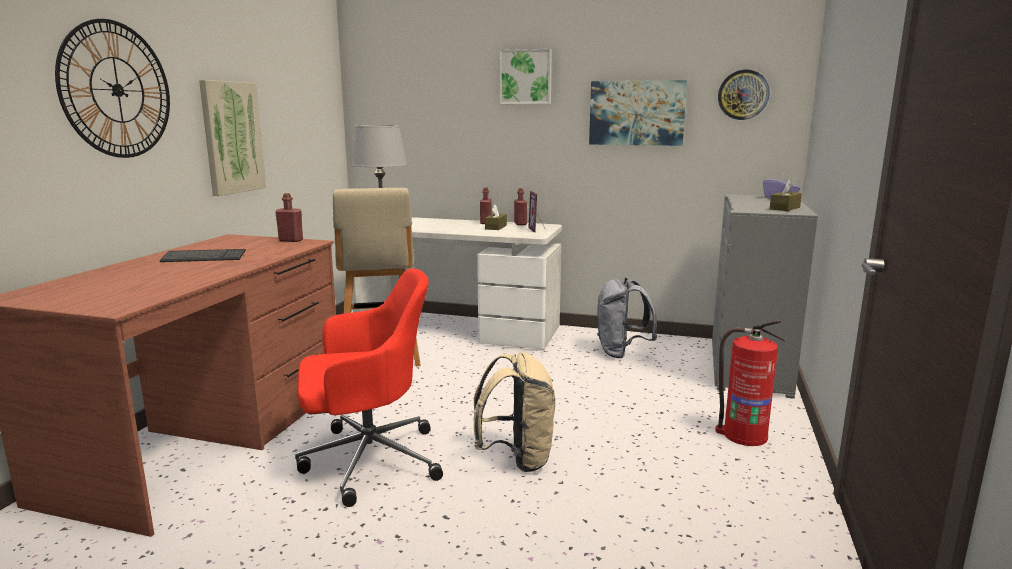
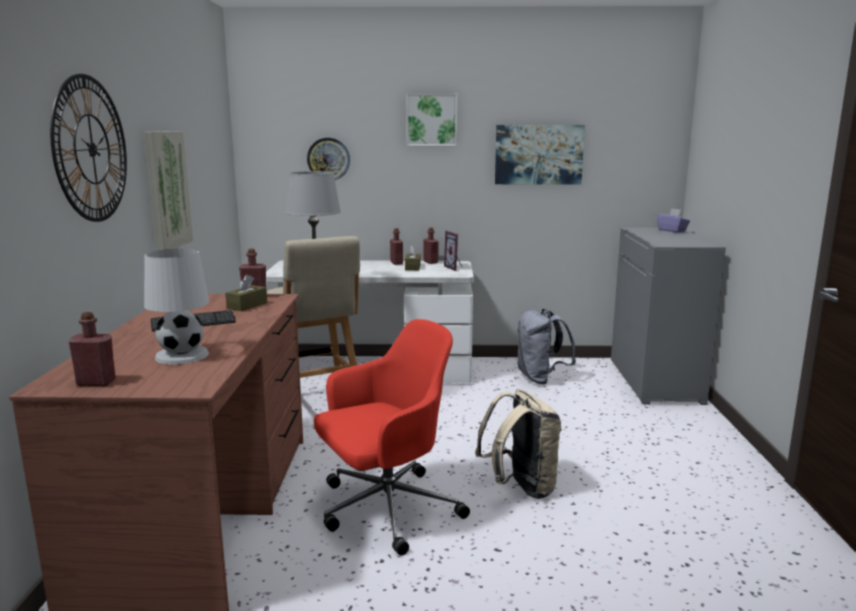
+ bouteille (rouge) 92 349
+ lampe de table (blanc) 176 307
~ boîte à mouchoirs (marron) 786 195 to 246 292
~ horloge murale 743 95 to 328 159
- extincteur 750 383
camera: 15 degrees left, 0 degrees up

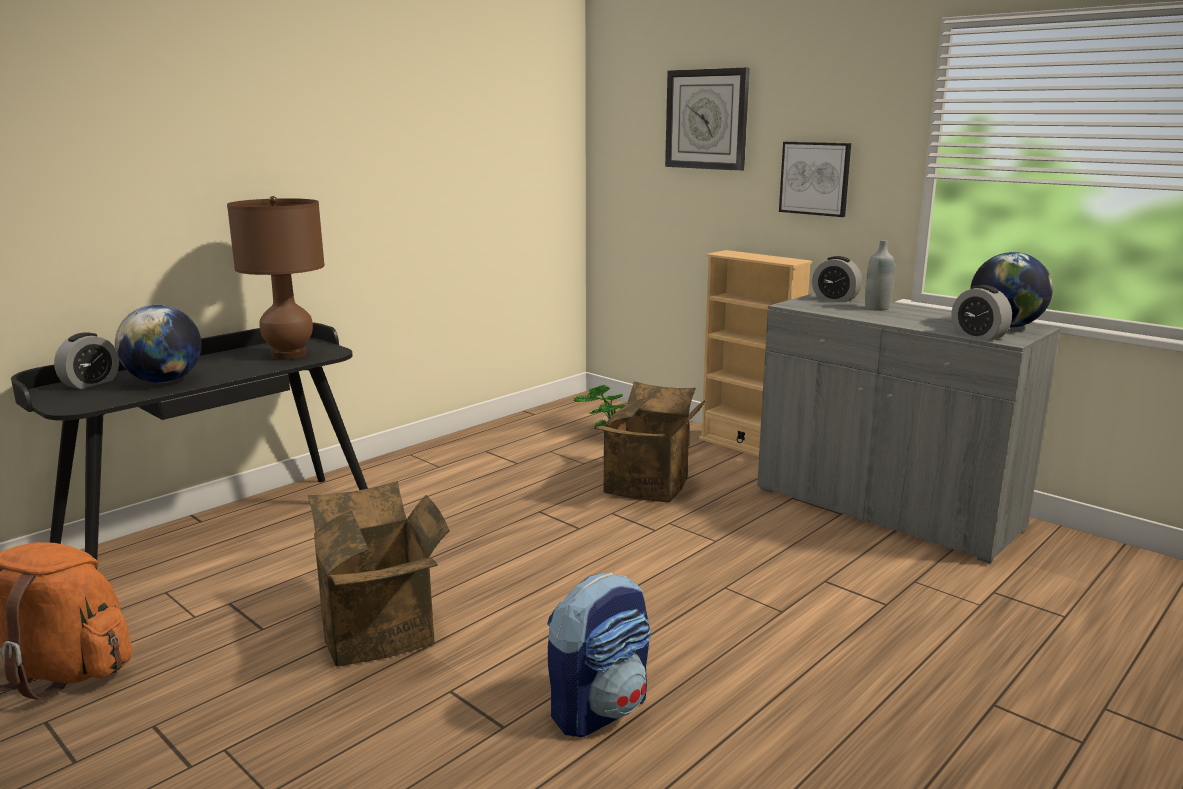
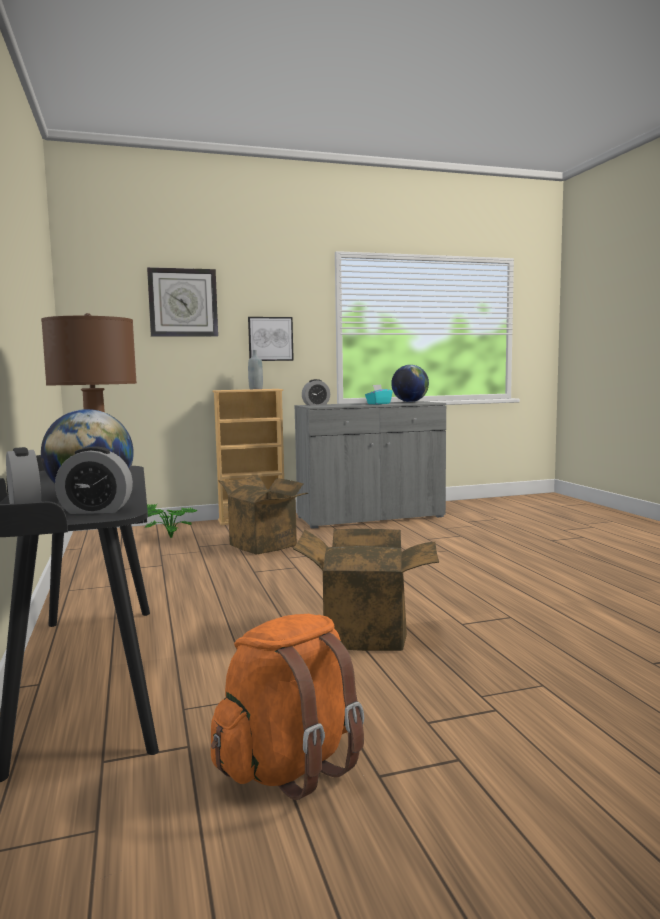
~ réveil 981 313 to 94 480
~ bouteille (gris) 879 275 to 255 369
+ boîte à mouchoirs (turquoise) 379 394
- sac à dos 599 655
camera: 60 degrees left, 10 degrees down

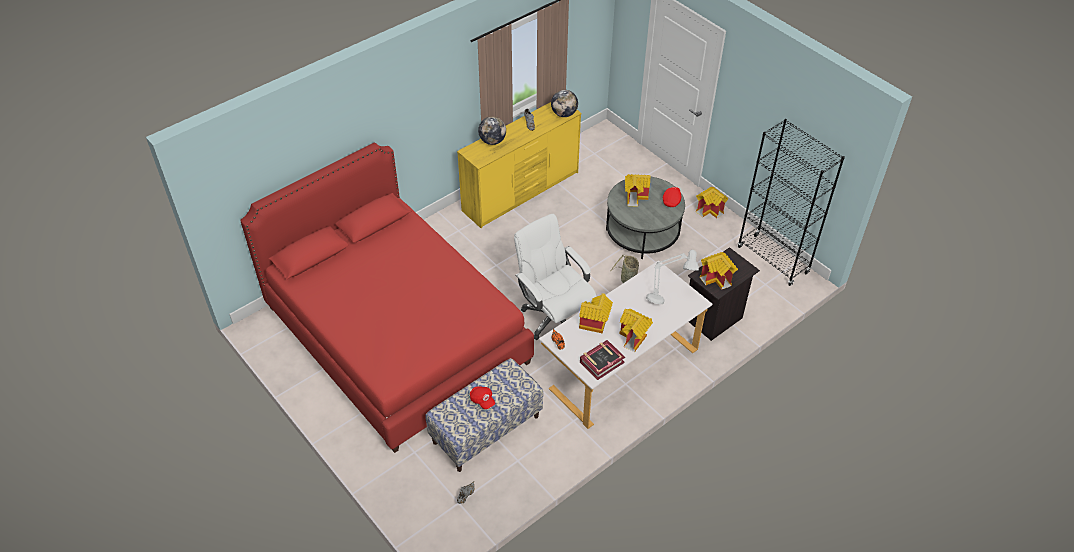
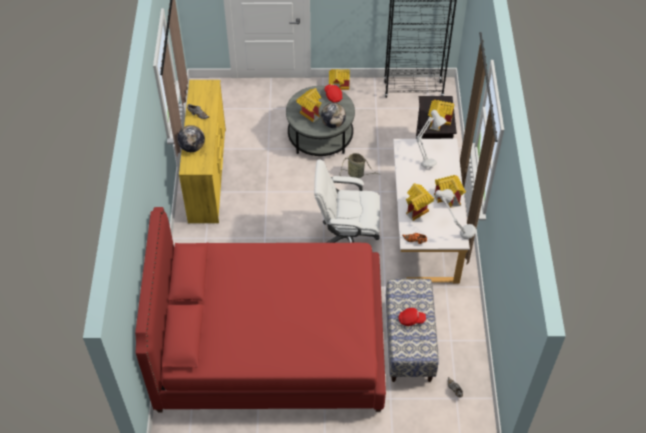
~ globe 564 103 to 333 115
~ livre 602 360 to lampe de table (gris) 455 214
camera: 50 degrees left, 5 degrees up

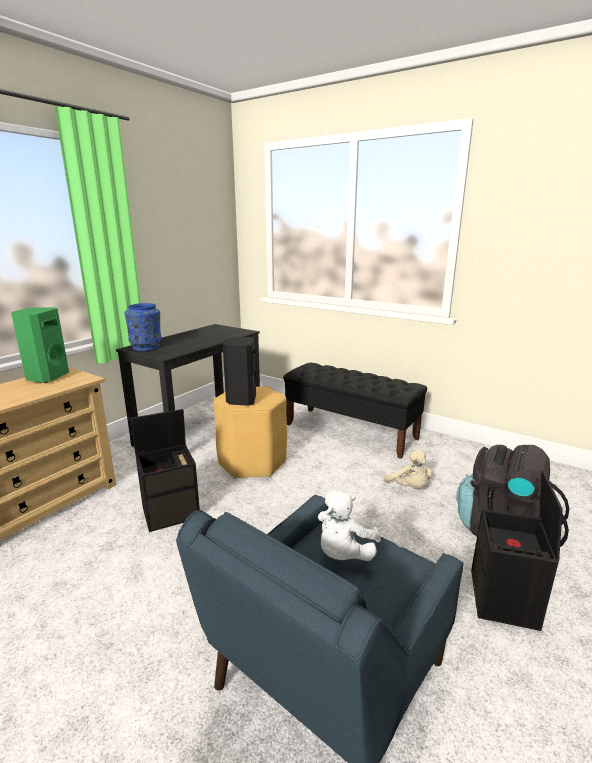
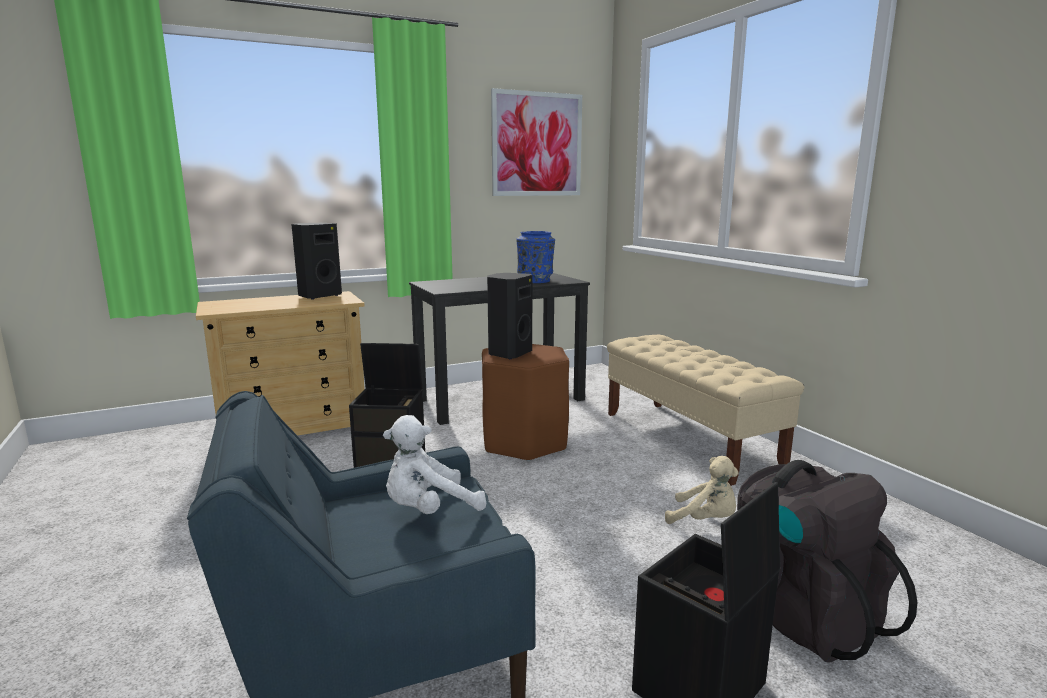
~ enceinte (vert) 40 345 to enceinte (noir) 316 261
~ tabouret (jaune) 250 432 to tabouret (marron) 525 402
+ tableau 536 142
~ vase (bleu) 143 327 to 535 257
~ banc (noir) 355 411 to banc (beige) 705 410
~ peluche (beige) 408 468 = 702 490 60 degrees counterclockwise
camera: 30 degrees right, 5 degrees down

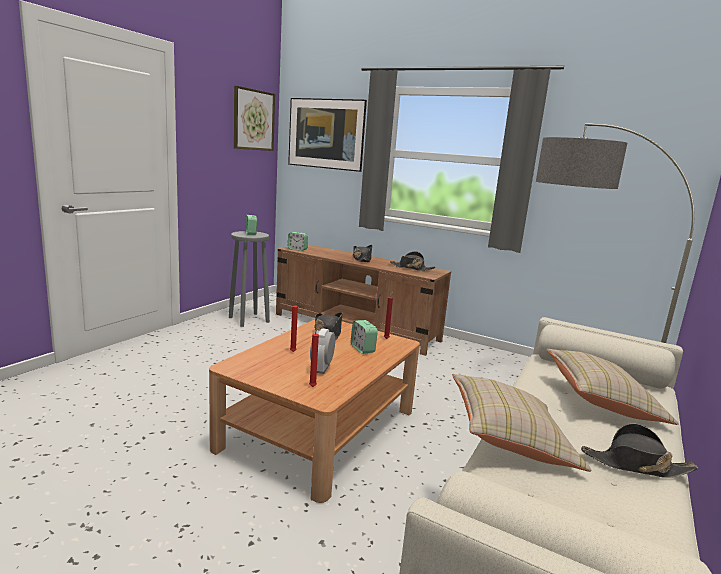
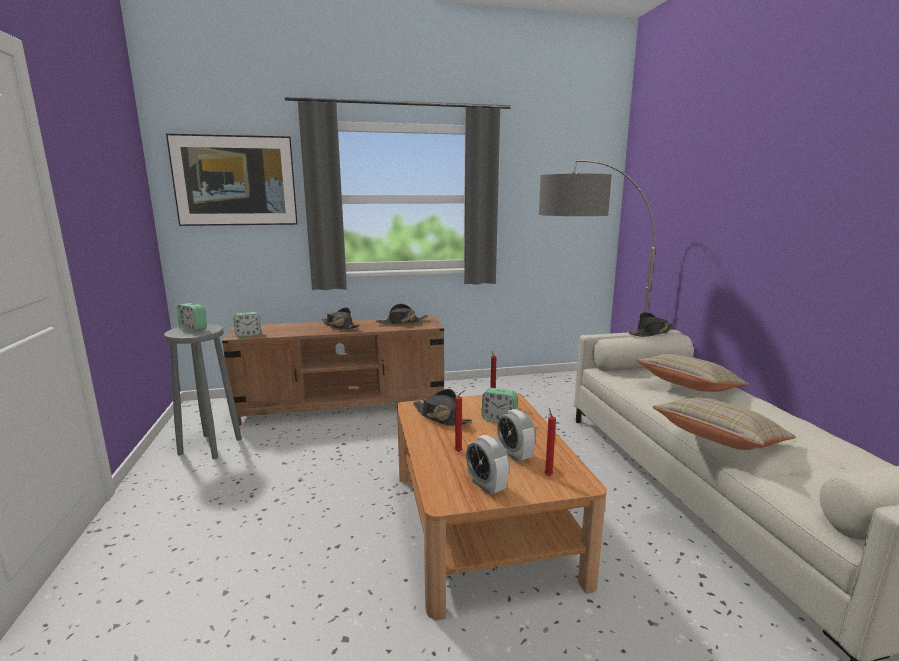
+ réveil 487 465
~ chapeau (noir) 639 450 to 651 324
- tableau 254 118
camera: 40 degrees left, 0 degrees up

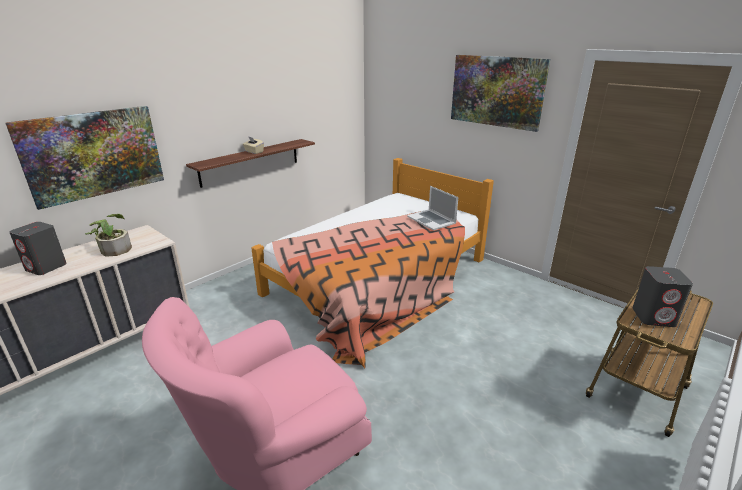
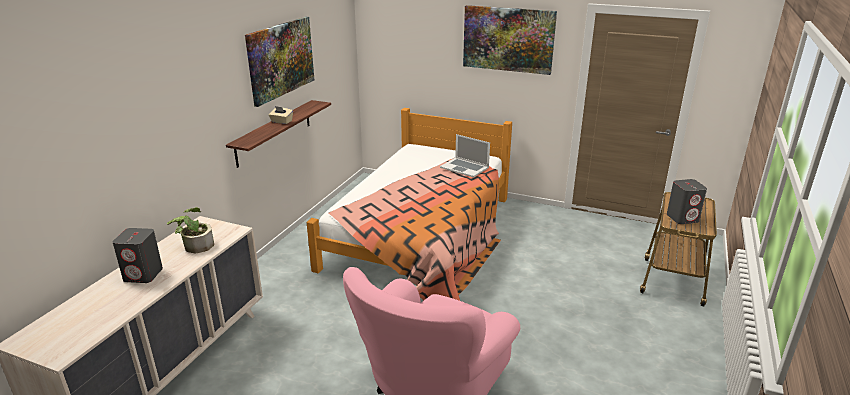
~ tableau 84 158 to 279 62
camera: 20 degrees left, 0 degrees up

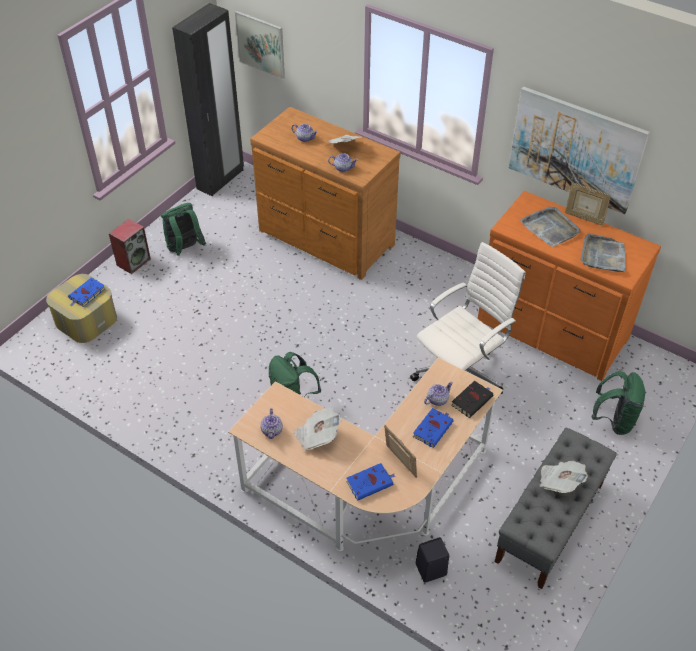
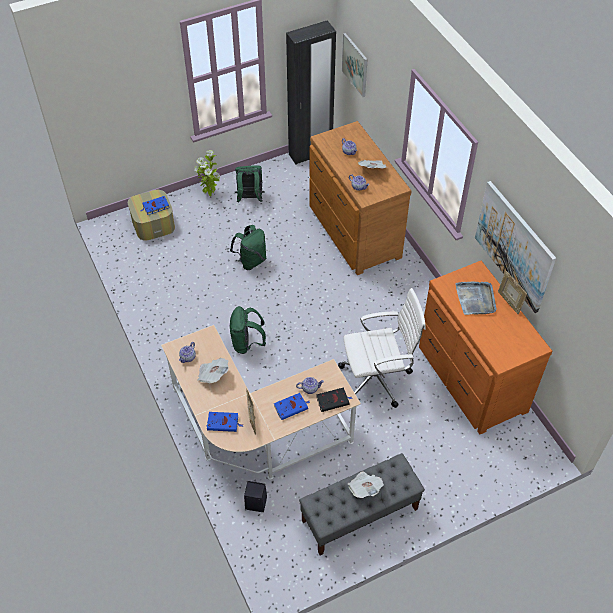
~ enceinte 130 246 to plante en pot 207 173
~ sac à dos (vert) 619 403 to 248 247
- plateau (gris) 603 253
camera: 30 degrees right, 5 degrees up

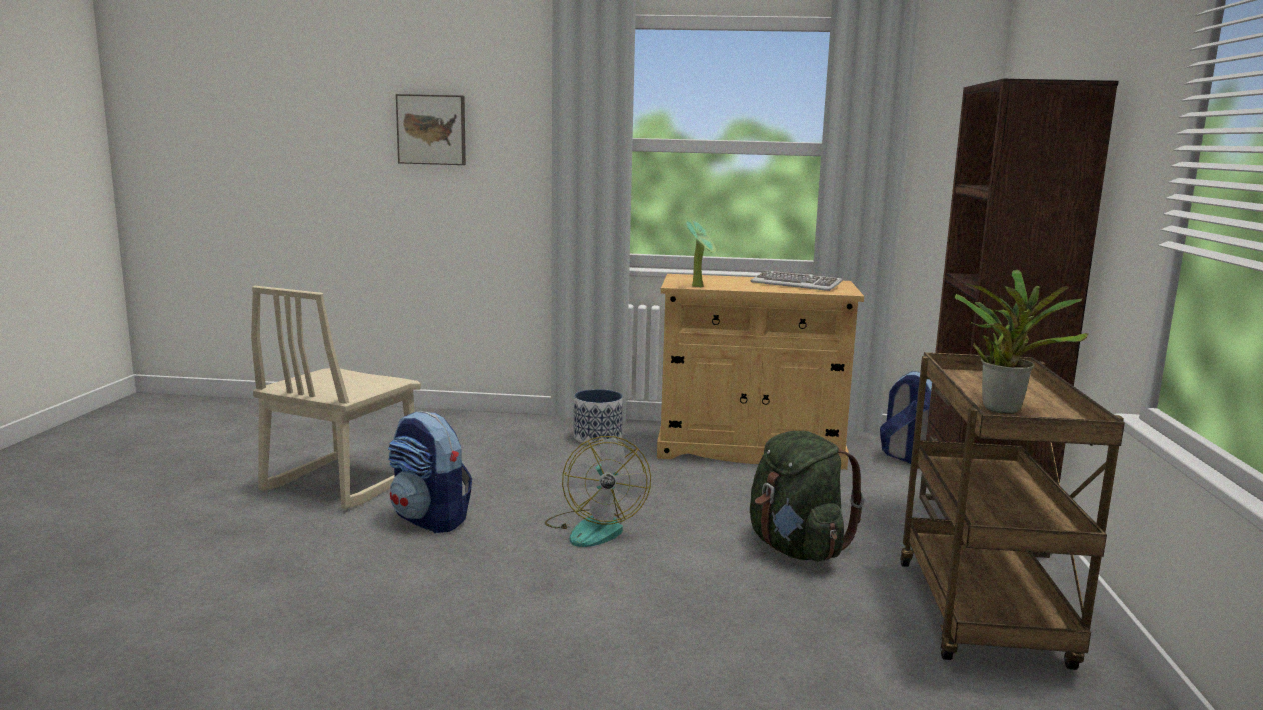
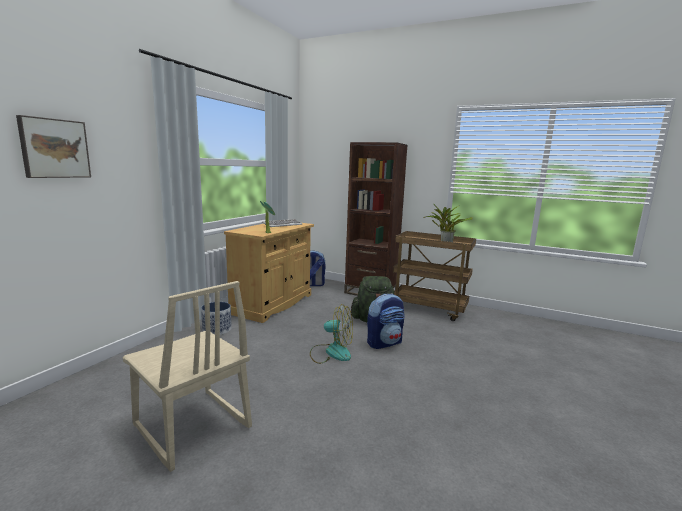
~ sac à dos 430 472 to 386 321
camera: 70 degrees left, 0 degrees up

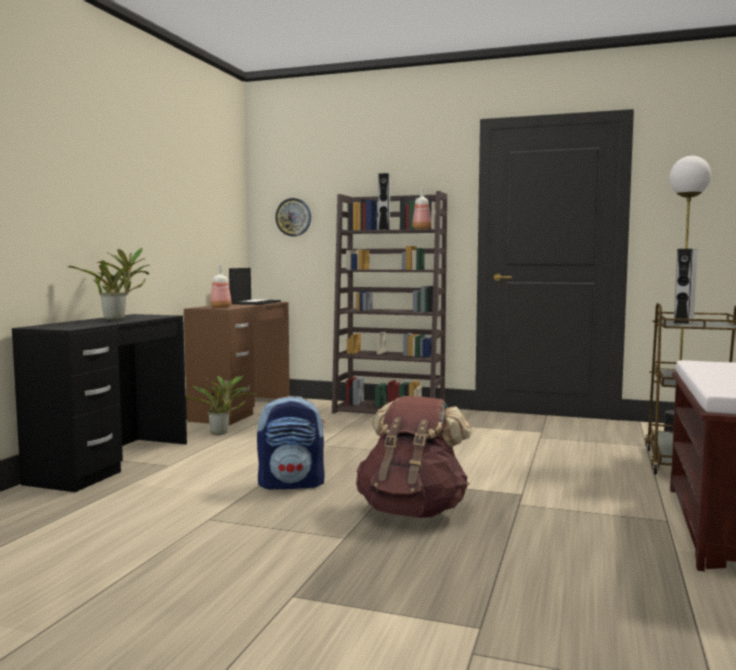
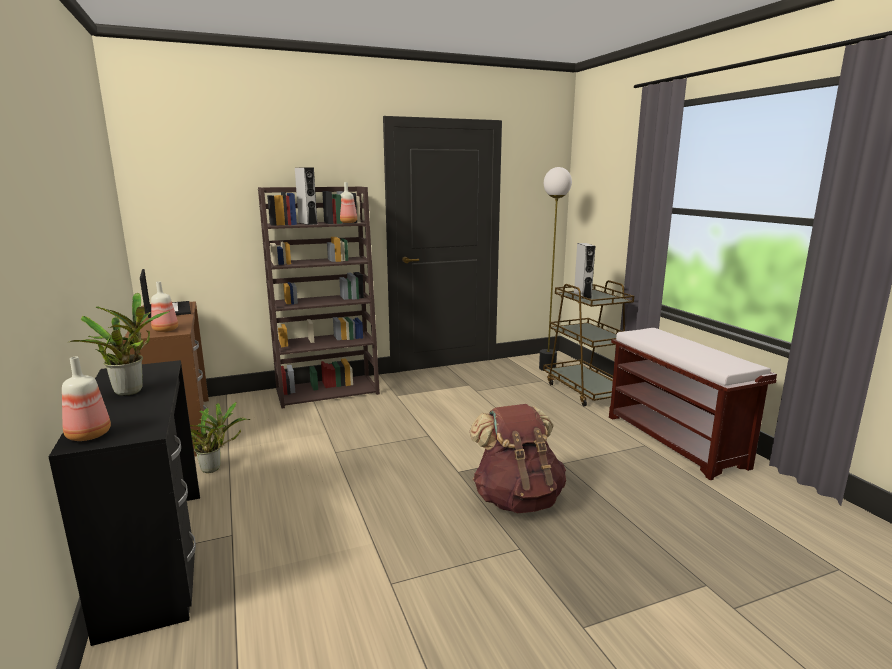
+ bouteille 86 399
- sac à dos 291 442
- horloge murale 293 217
camera: 40 degrees left, 10 degrees up

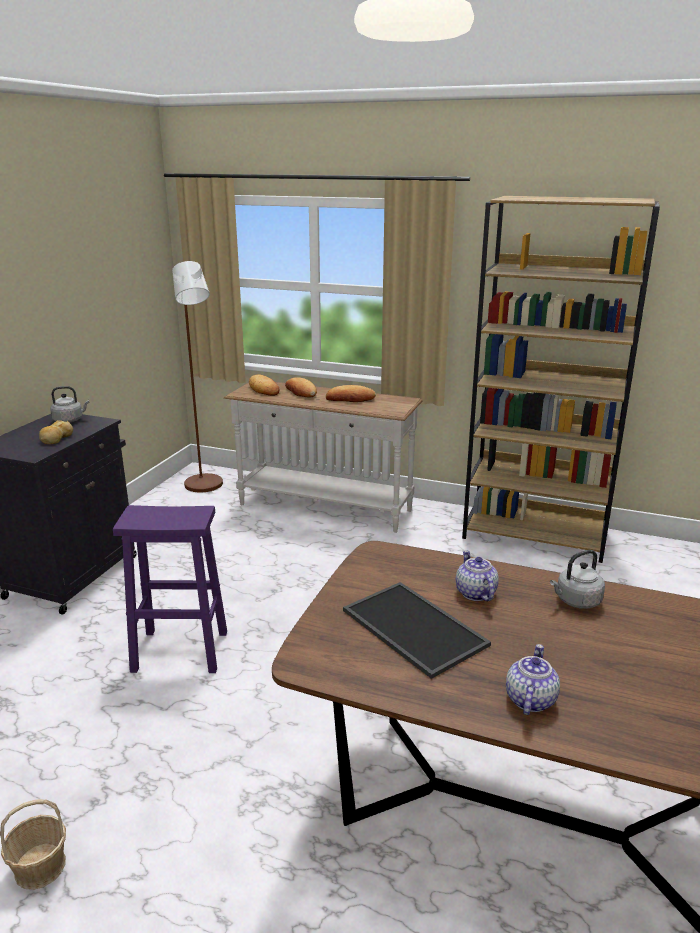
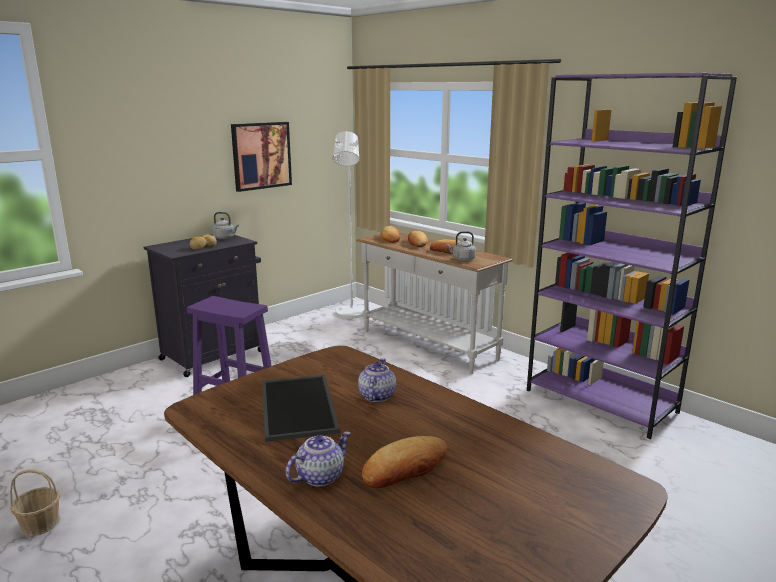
+ tableau 261 157
~ lampadaire (marron) 197 376 to lampadaire (blanc) 348 225
+ pain 404 462
~ bouilloire (gris) 577 579 to 461 246
~ bibliothèque (marron) 561 379 to bibliothèque (violet) 632 256
camera: 25 degrees right, 5 degrees down

